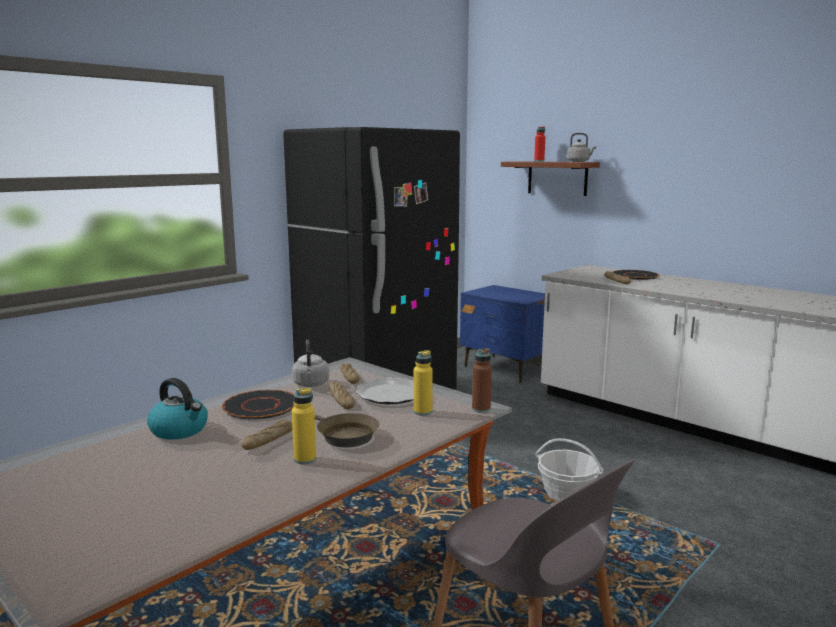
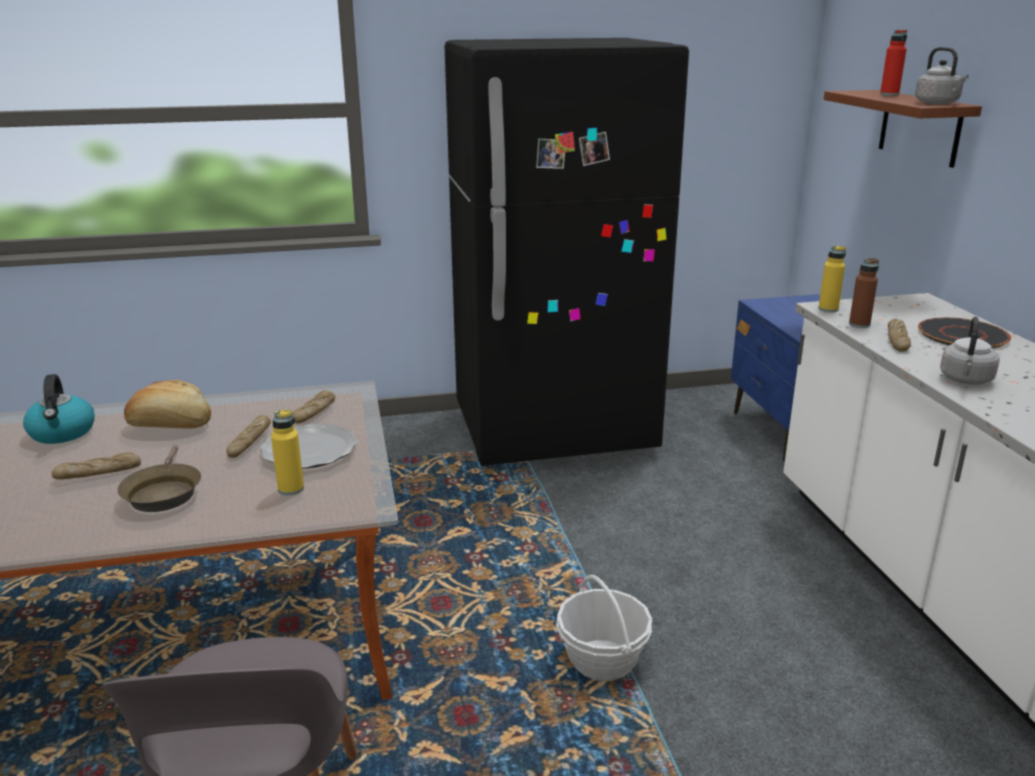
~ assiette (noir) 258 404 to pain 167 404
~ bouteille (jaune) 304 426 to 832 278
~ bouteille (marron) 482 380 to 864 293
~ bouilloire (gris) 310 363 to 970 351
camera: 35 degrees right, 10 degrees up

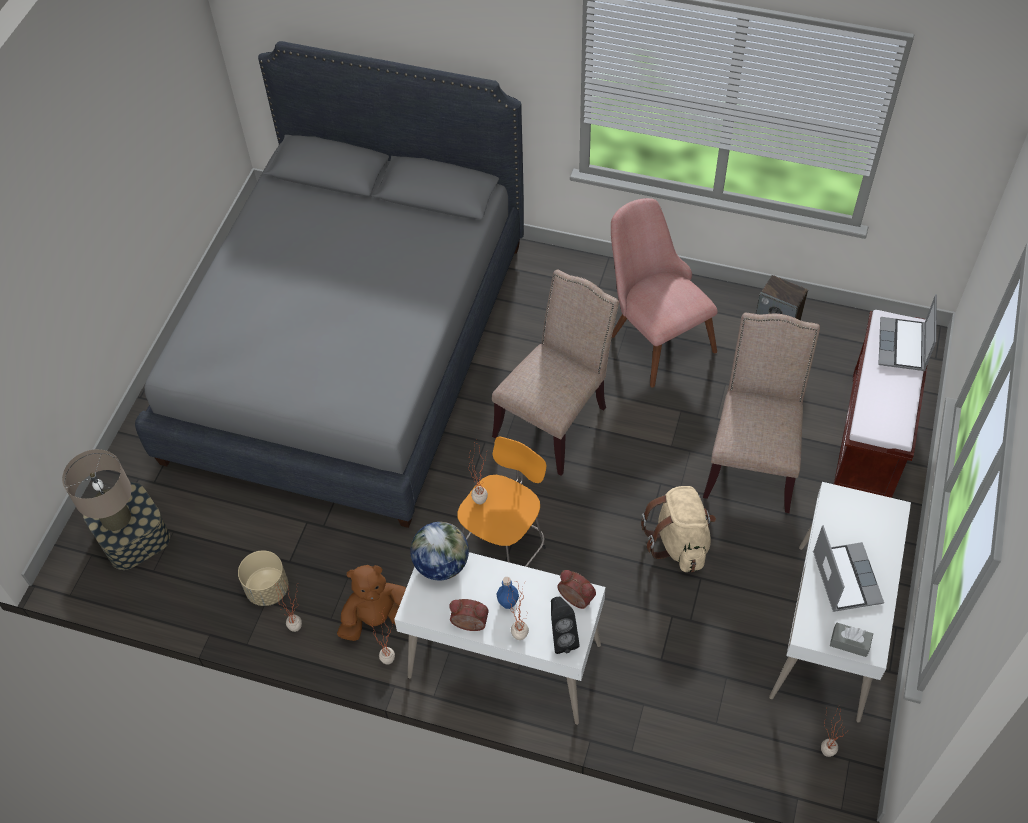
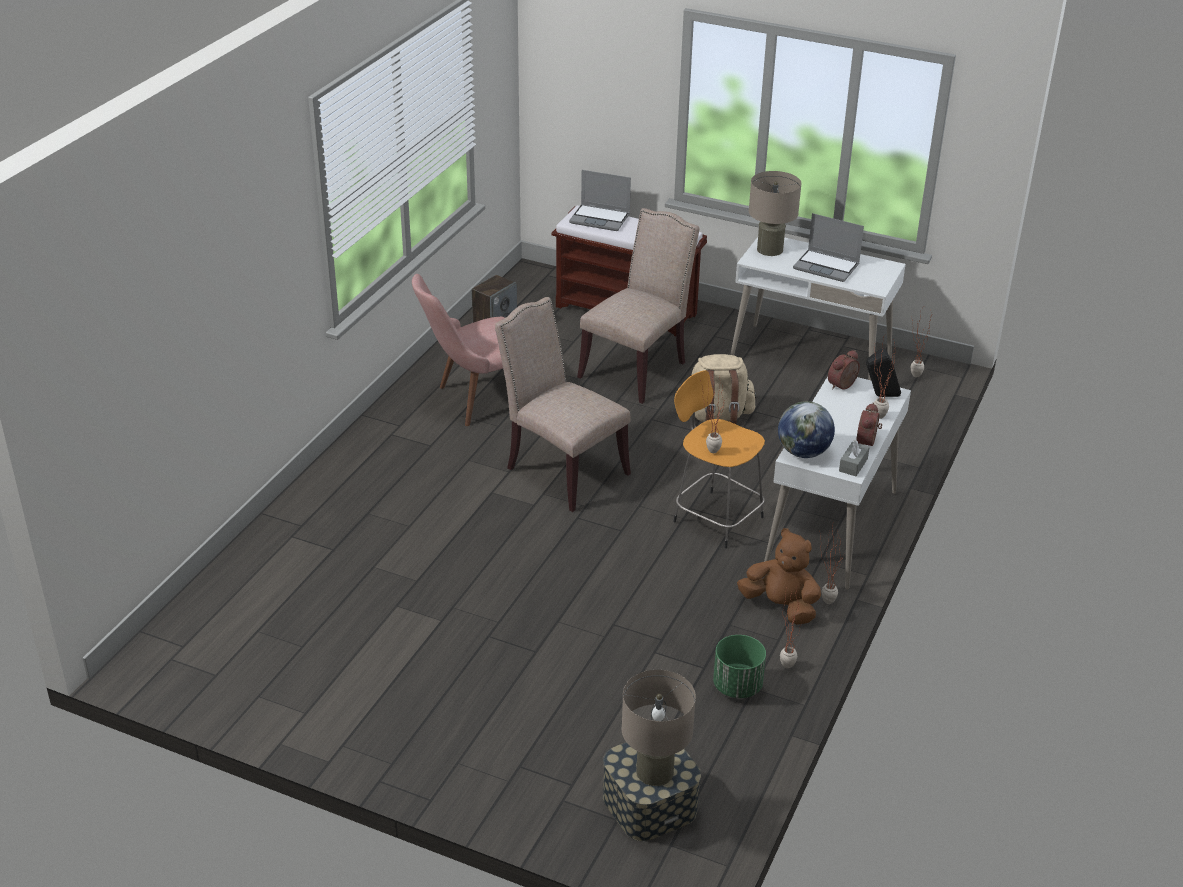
~ chaise (beige) 761 413 = 638 306 105 degrees clockwise
~ cache-pot (beige) 263 578 to cache-pot (vert) 739 666
~ peluche (marron) 371 603 = 779 576 135 degrees clockwise
+ lampe de table (beige) 775 213
~ ordinateur portable 848 568 = 828 247 150 degrees counterclockwise
~ boîte à mouchoirs (gris) 851 640 to 854 458
- lit (gris) 329 284
- bouteille (bleu) 507 593
camera: 85 degrees left, 20 degrees down

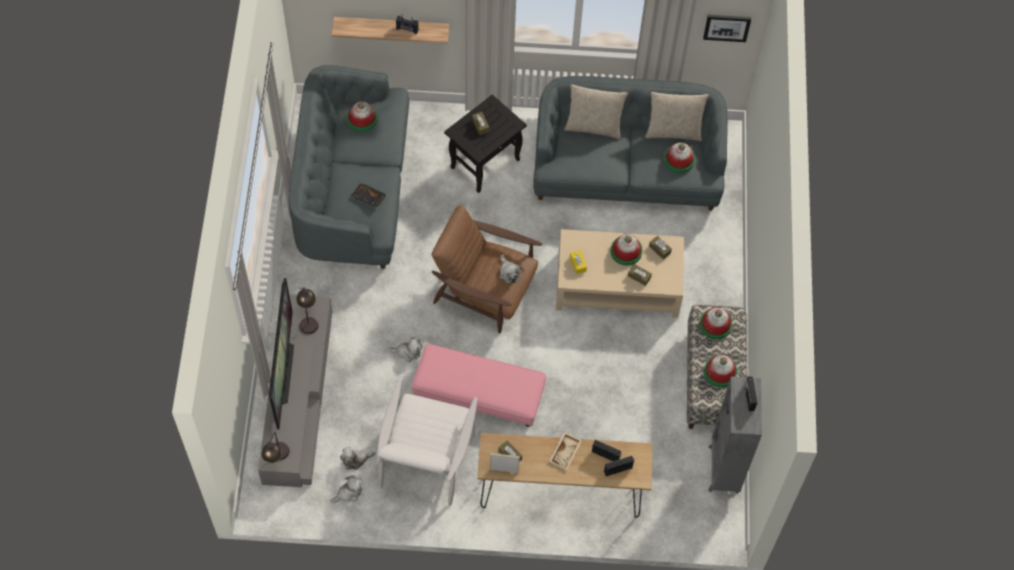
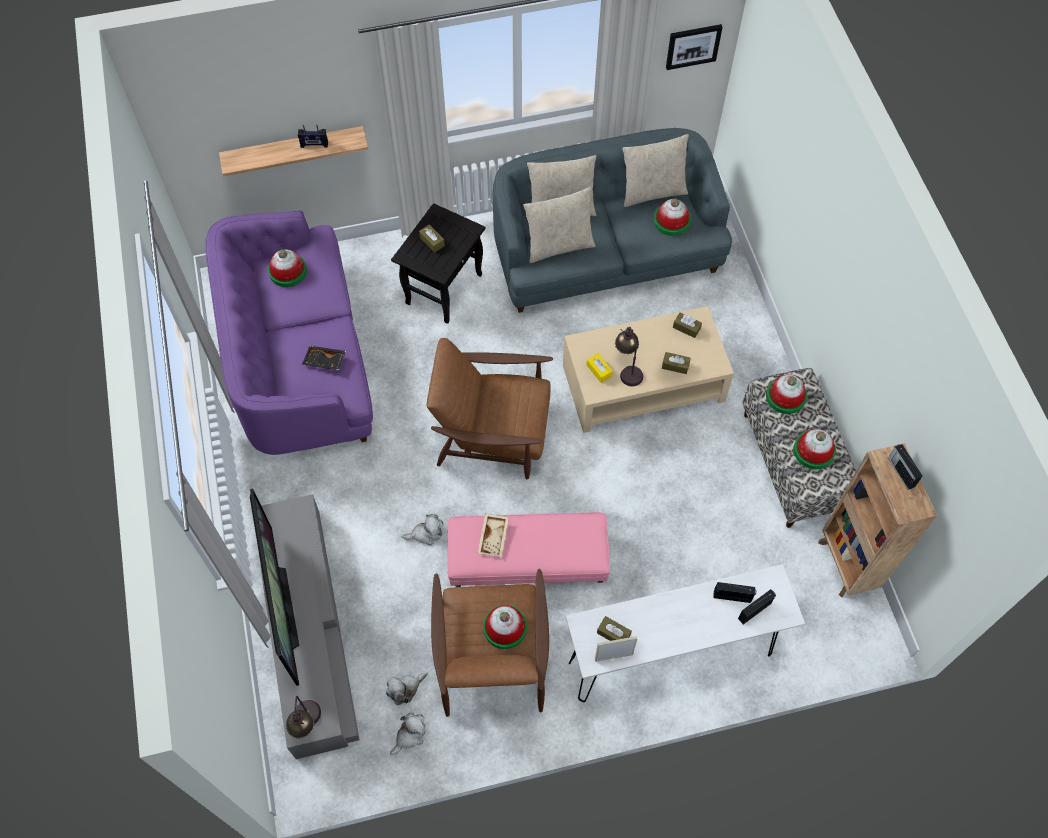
~ canapé (gris) 349 167 to canapé (violet) 289 332
~ fauteuil (blanc) 427 442 to fauteuil (marron) 490 643
~ plateau (beige) 565 451 to 493 535
~ chapeau 626 250 to 505 627
+ coussin (beige) 559 225
~ table console (marron) 565 475 to table console (blanc) 685 633
~ lampe de table 307 310 to 629 356
~ bibliothèque (gris) 735 435 to bibliothèque (marron) 877 520
- peluche 511 269
camera: 15 degrees left, 0 degrees up

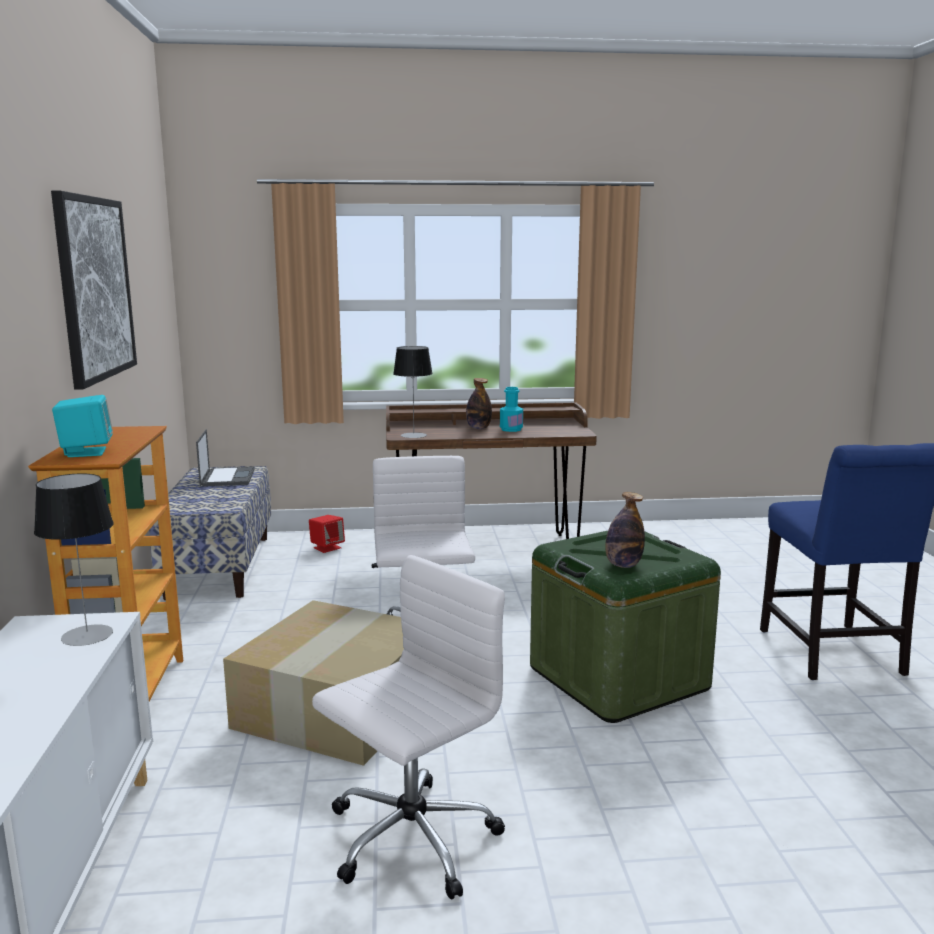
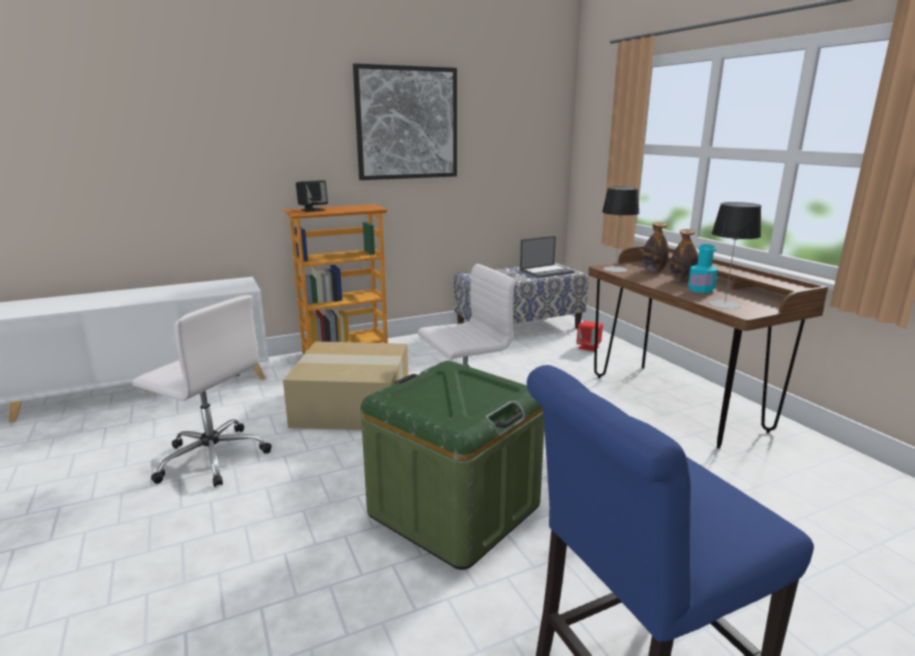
~ enceinte (turquoise) 82 426 to enceinte (noir) 312 196
~ bouteille 625 530 to 655 247
~ lampe de table 74 560 to 735 255
camera: 70 degrees right, 5 degrees up

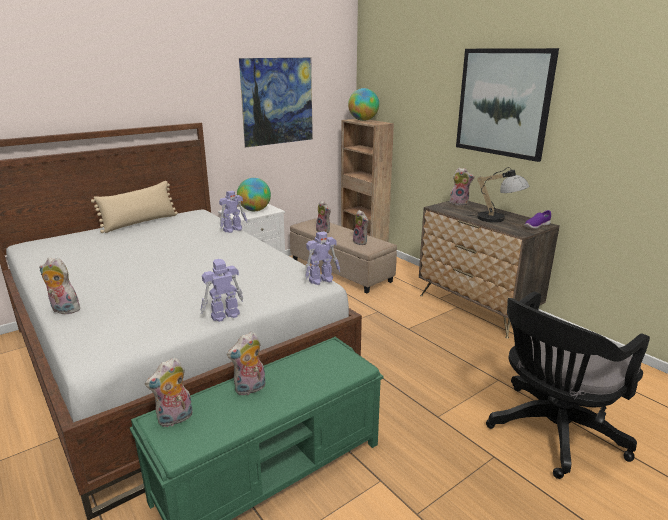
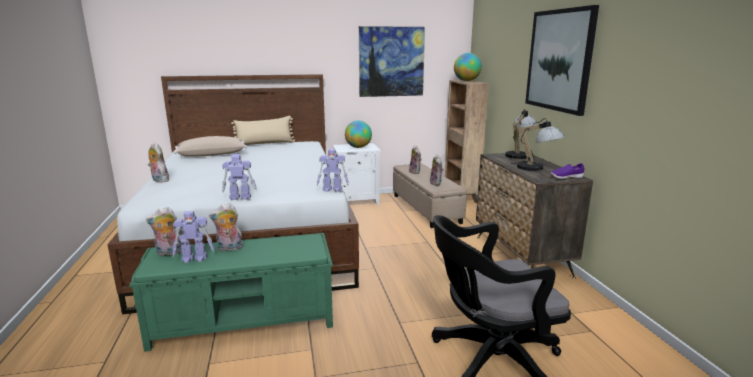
~ robot jouet 233 212 to 193 237
+ coussin (beige) 210 146
~ peluche 462 186 to lampe de table 521 134
camera: 25 degrees right, 5 degrees down

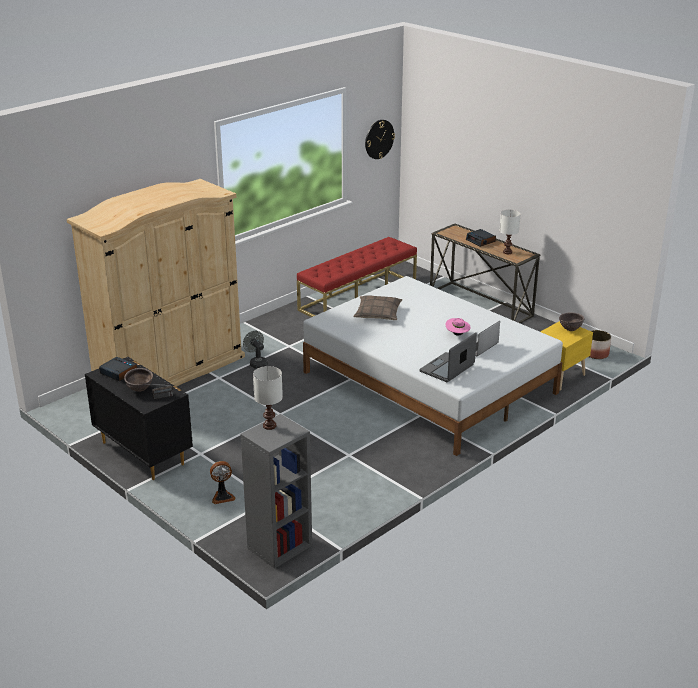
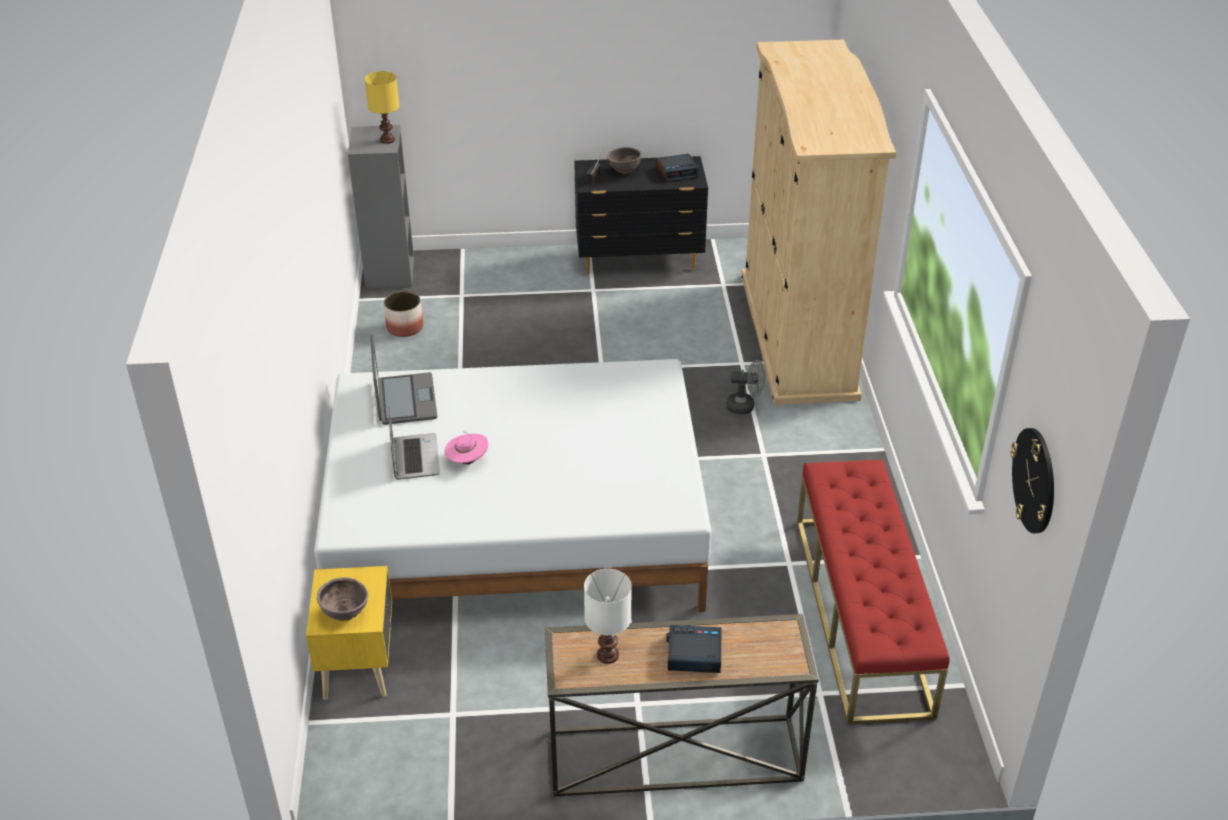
~ lampe de table (blanc) 268 398 to lampe de table (jaune) 382 107
~ cache-pot 600 344 to 403 314
- ventilateur 223 482
- coussin 377 307
camera: 130 degrees right, 10 degrees up

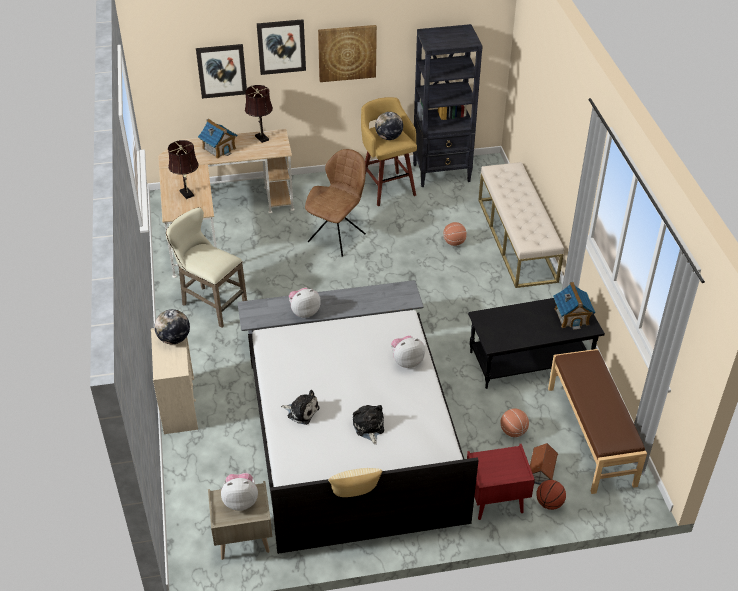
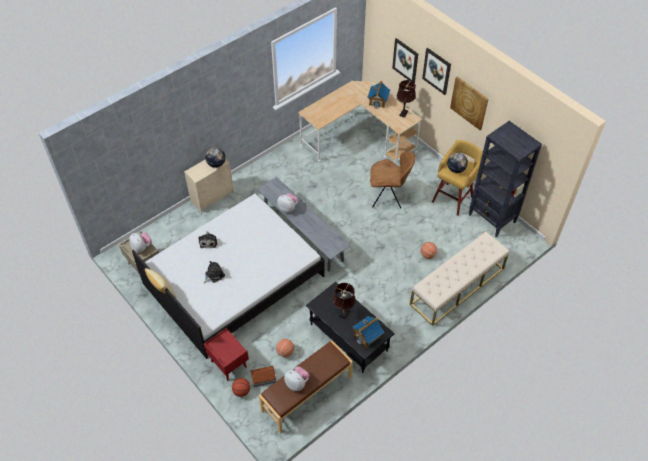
~ peluche 408 351 to 296 378
~ lampe de table (marron) 183 169 to 344 301
- tabouret (beige) 206 267
camera: 60 degrees right, 10 degrees up

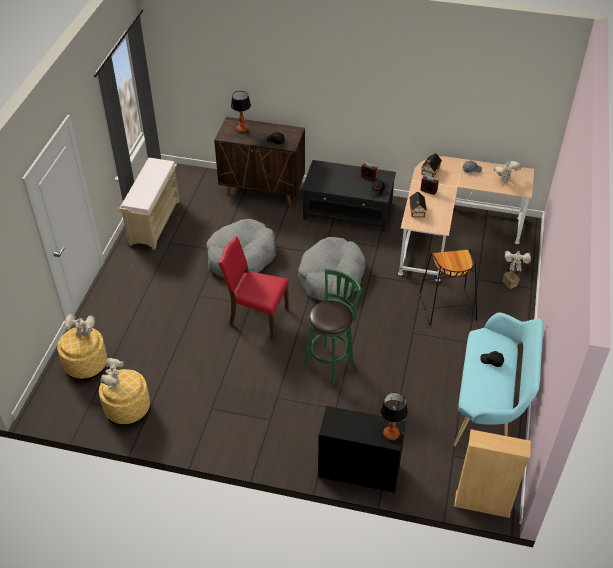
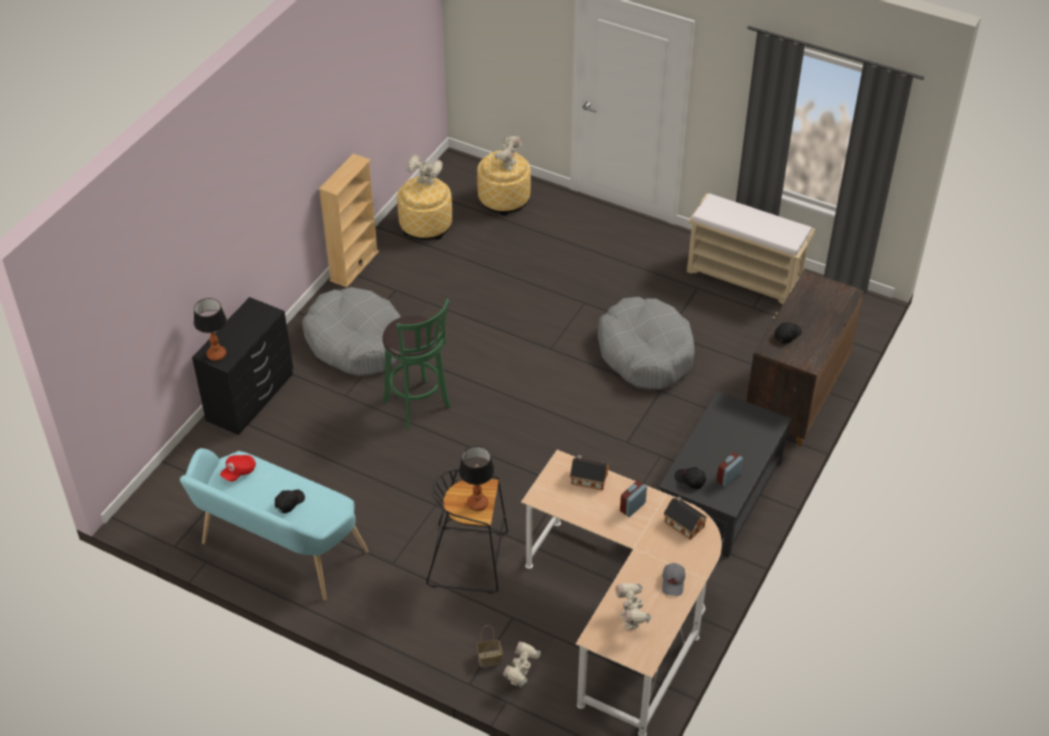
+ casquette (rouge) 238 468
~ panier pour chien (gris) 332 269 to 351 331
~ bibliothèque (beige) 492 473 to 349 220
~ lampe de table 241 112 to 476 478
- chaise (rouge) 253 288
camera: 105 degrees right, 0 degrees up

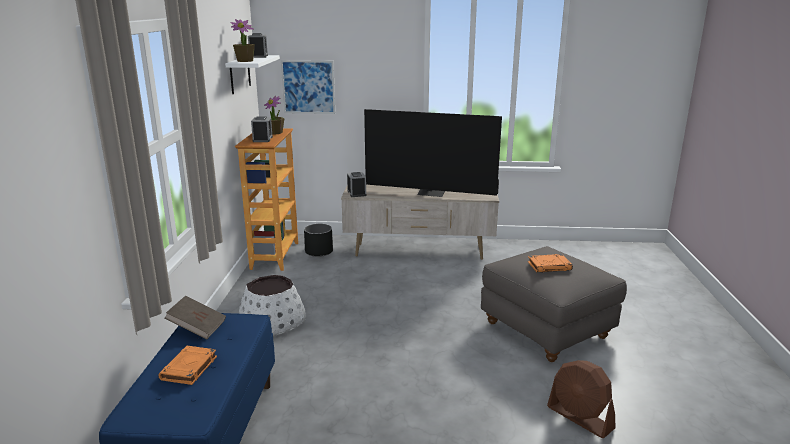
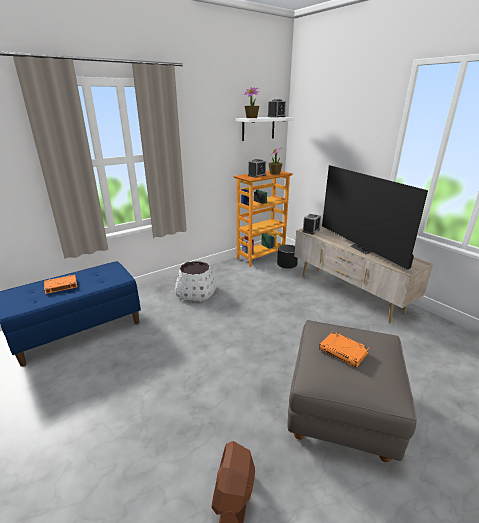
- livre (marron) 195 318
- tableau 308 87
camera: 50 degrees right, 5 degrees up

